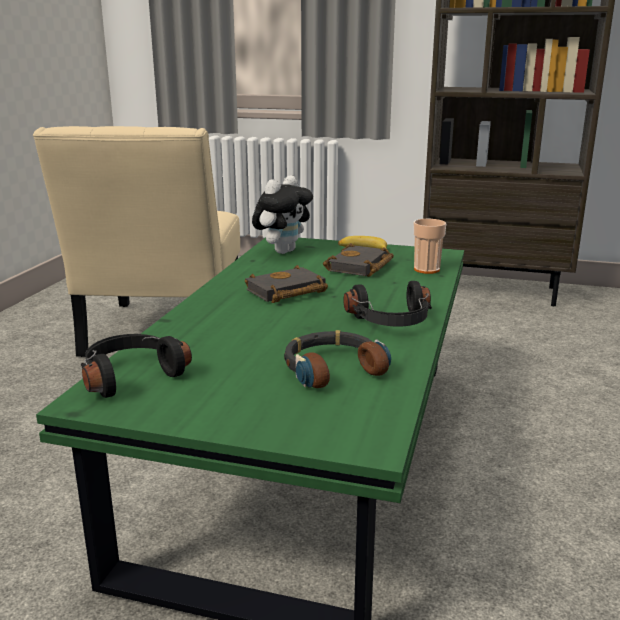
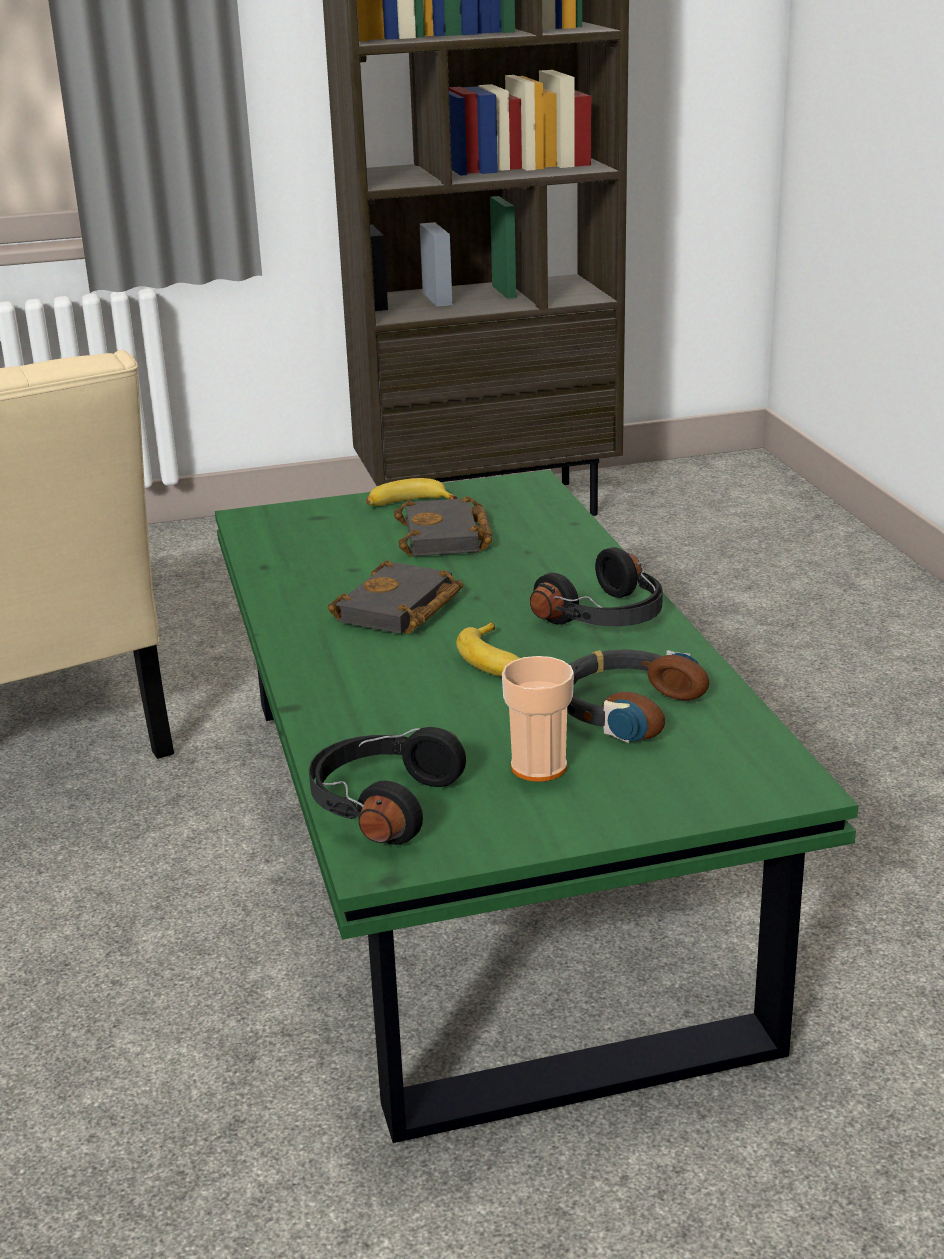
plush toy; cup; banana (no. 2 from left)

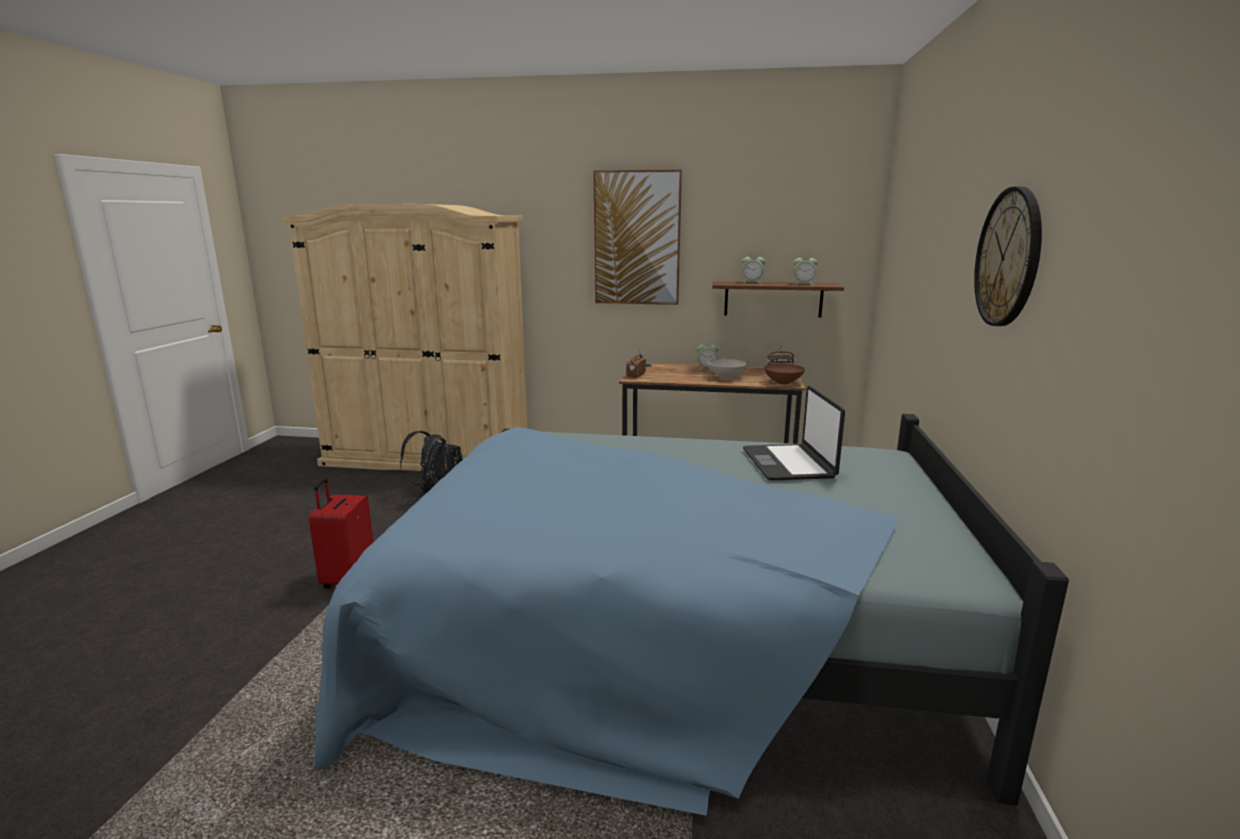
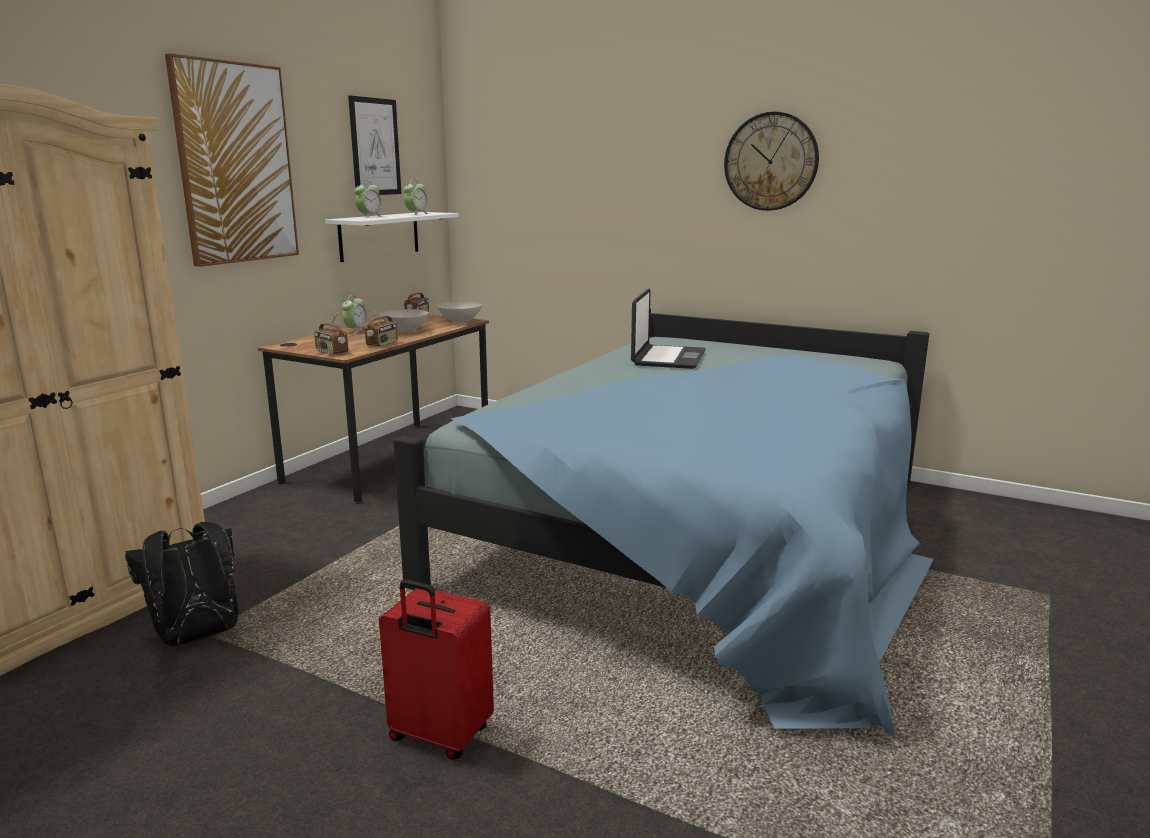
whitish bracket shelf; whitish serving bowl (no. 2 from left); portable computer; wall picture (no. 2 from left); radio (no. 2 from left)

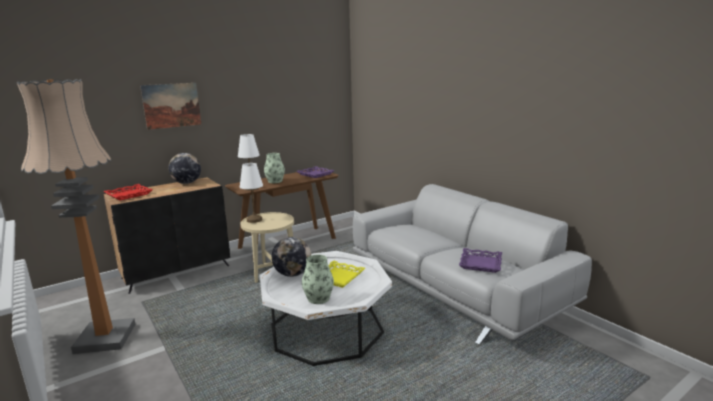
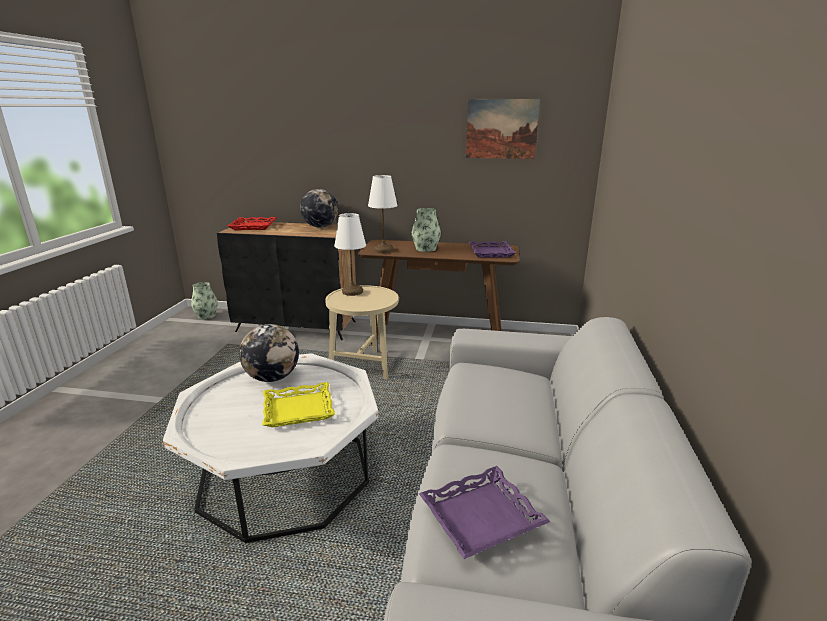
standing lamp; wall picture; flower vase (no. 1 from left)

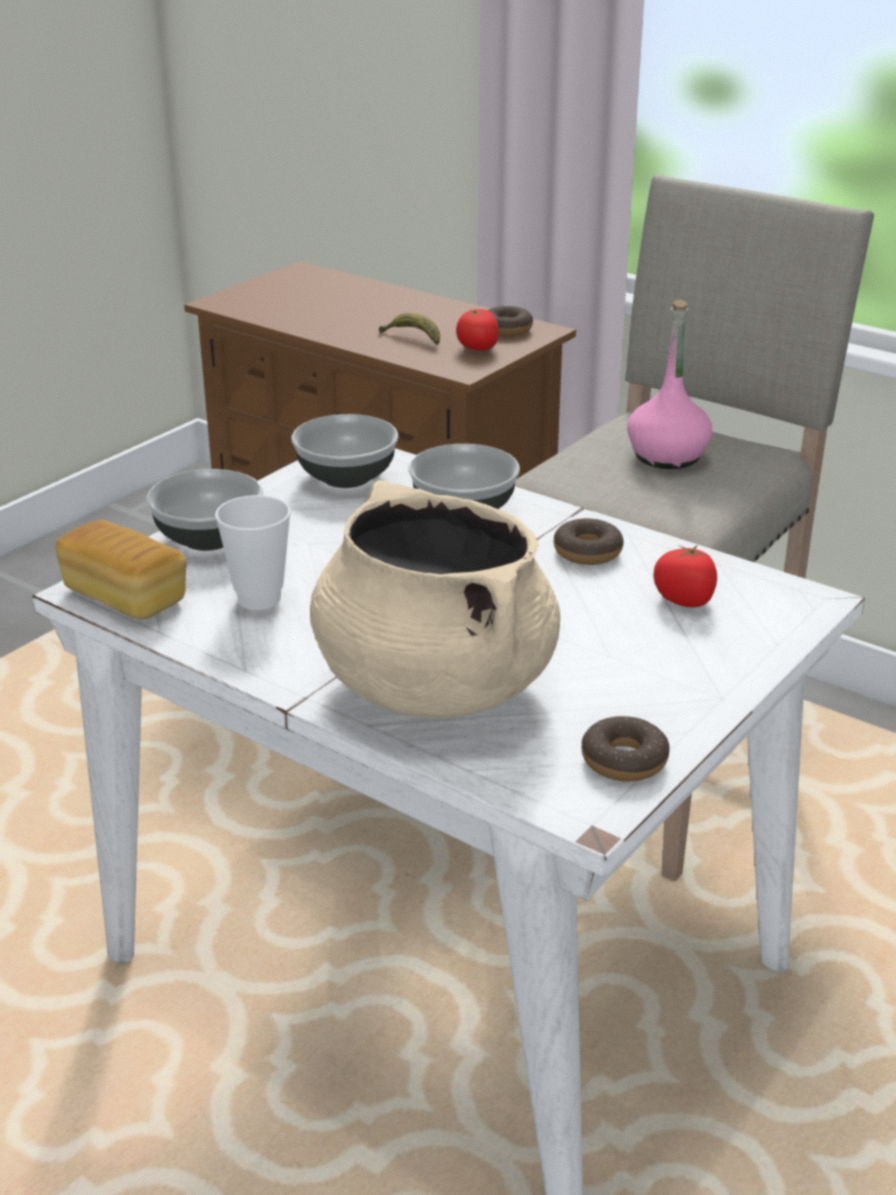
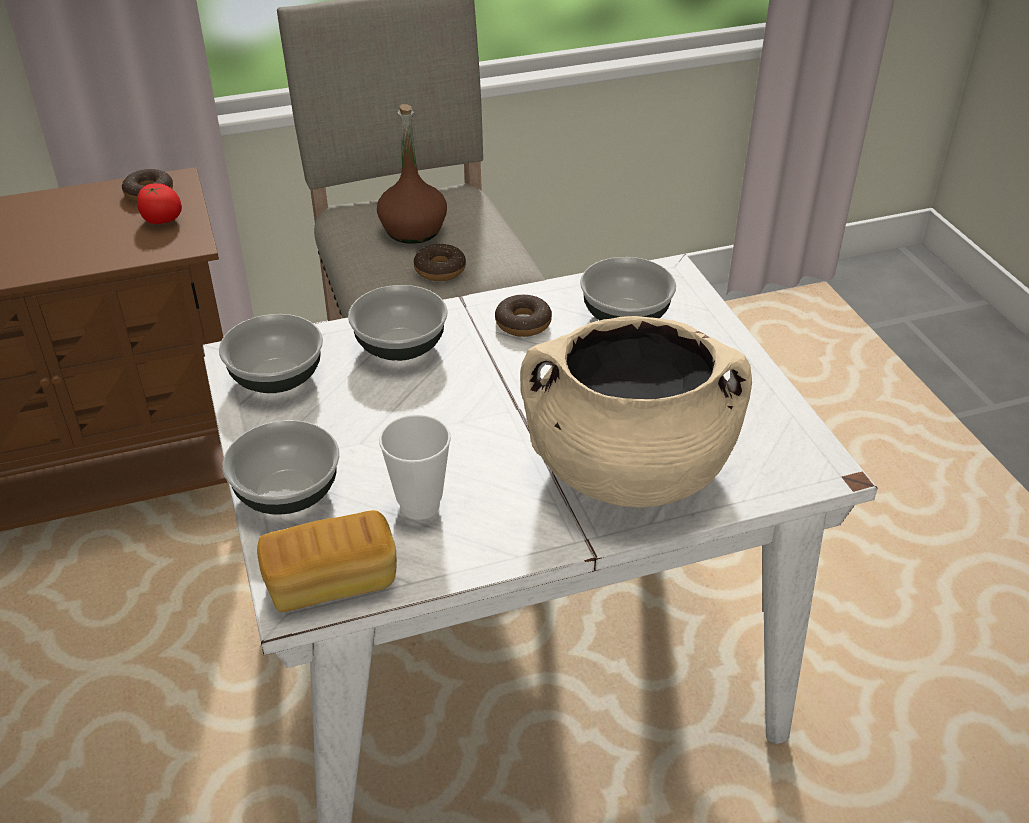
brown bottle; banana; serving bowl (no. 4 from left); doughnut (no. 2 from left)

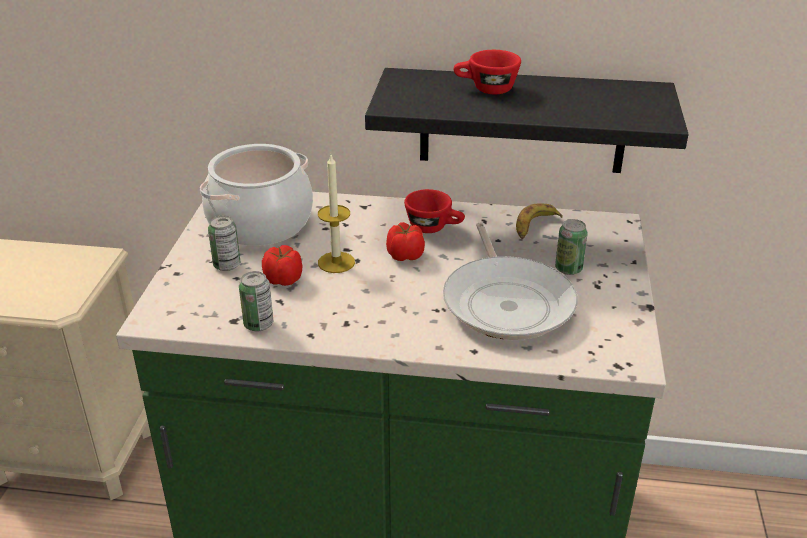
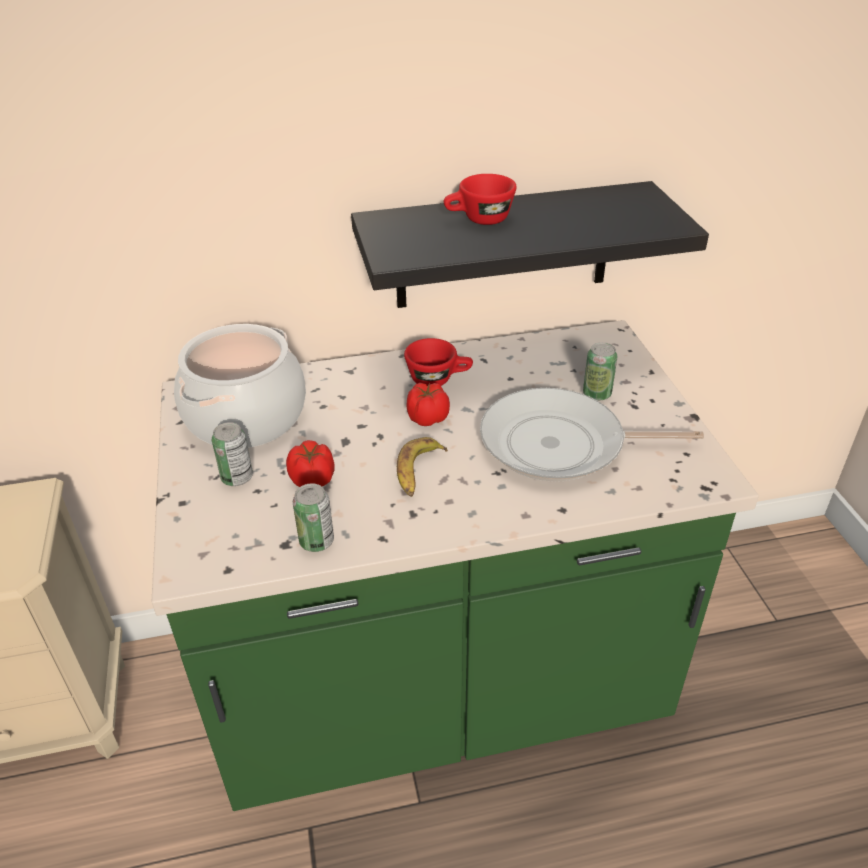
wax candle; banana; frying pan

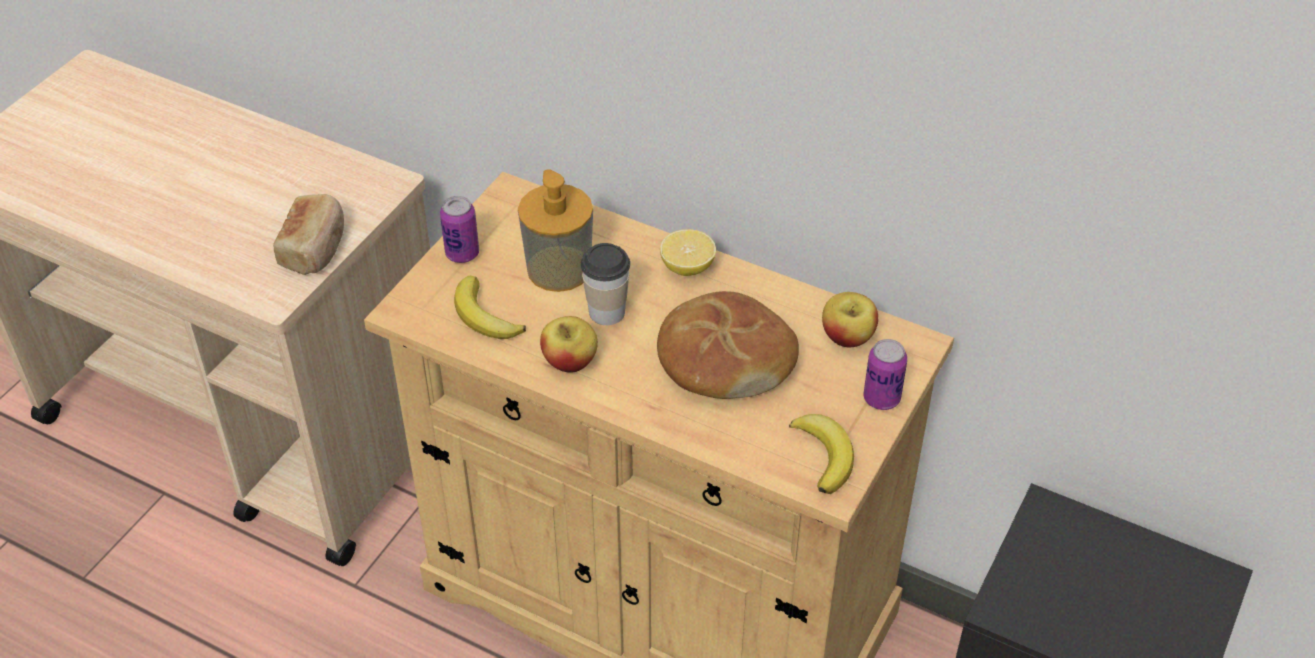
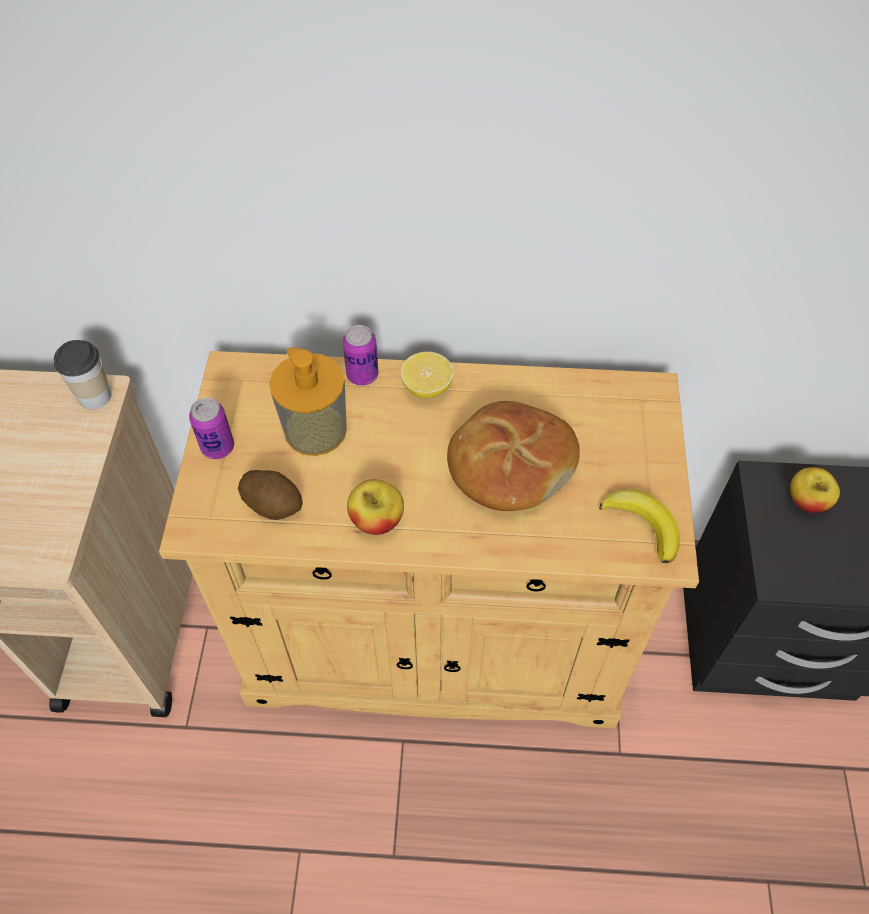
bread (no. 1 from left in the first image); cup; potato; apple fruit (no. 2 from left); metal can (no. 2 from left)

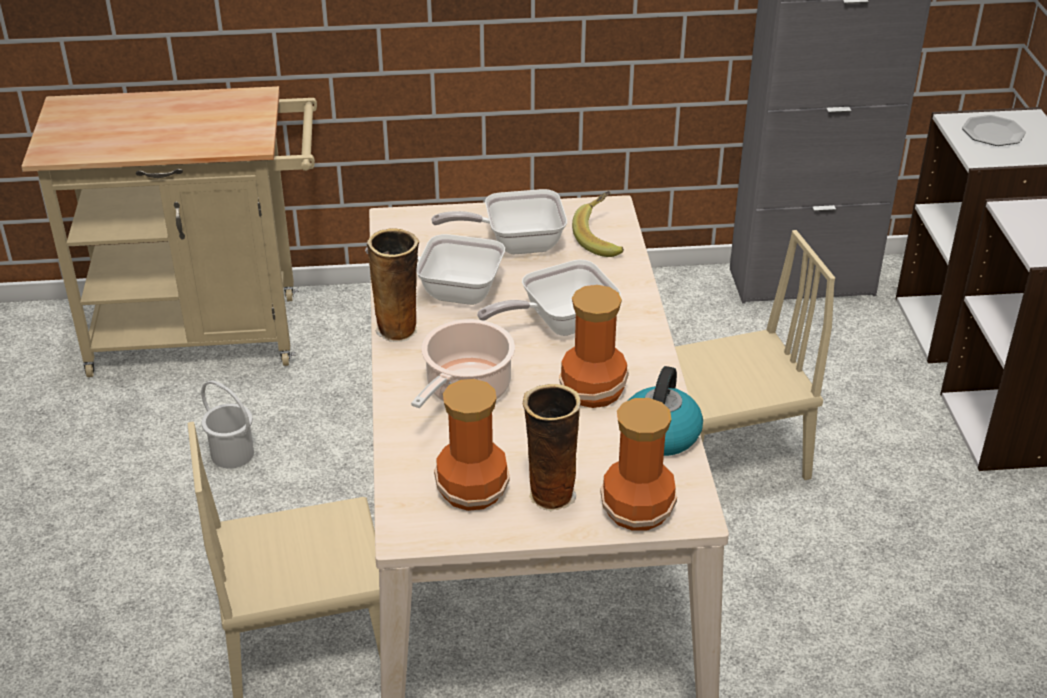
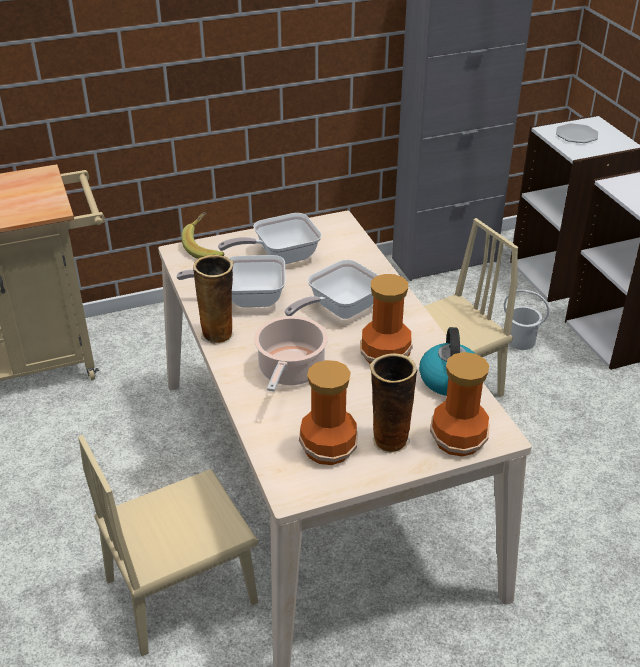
banana; whitish water bucket

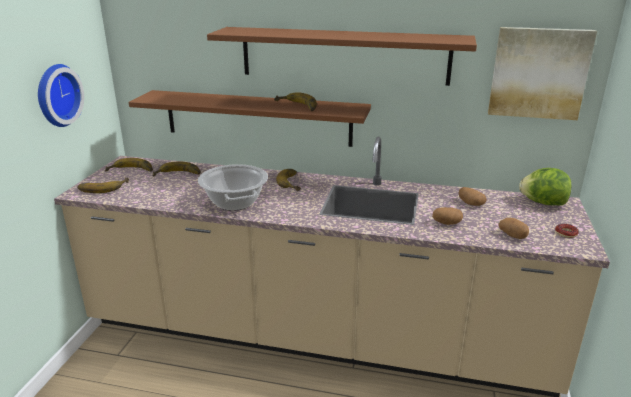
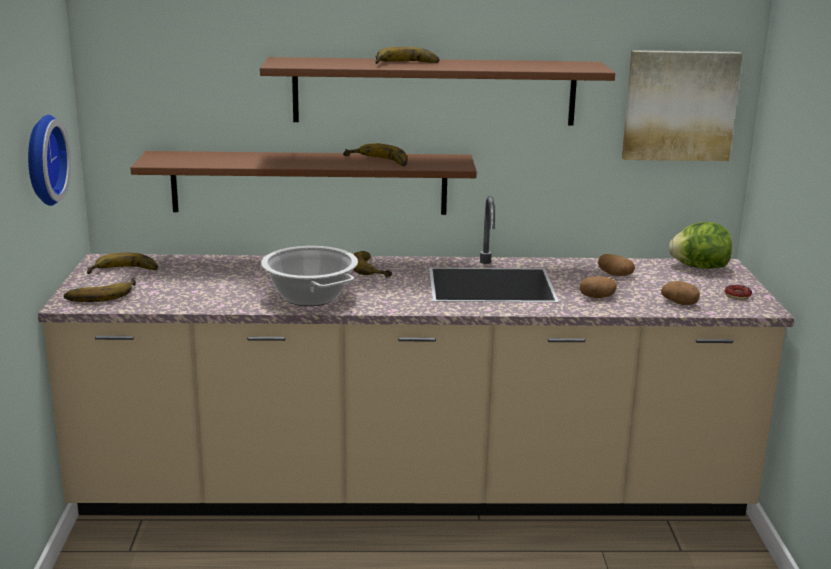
banana (no. 5 from left)

